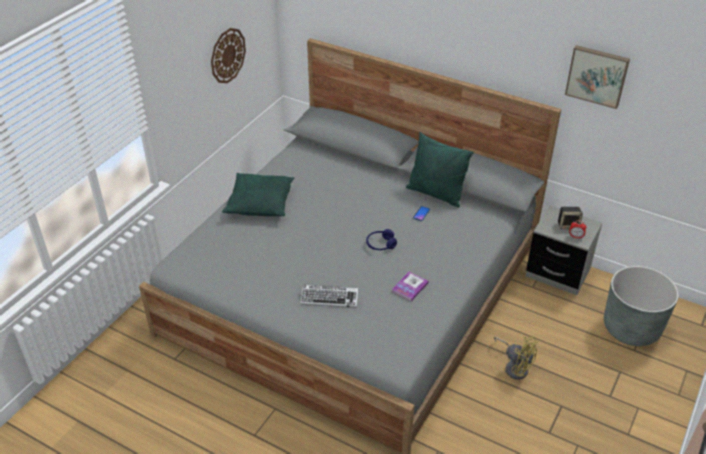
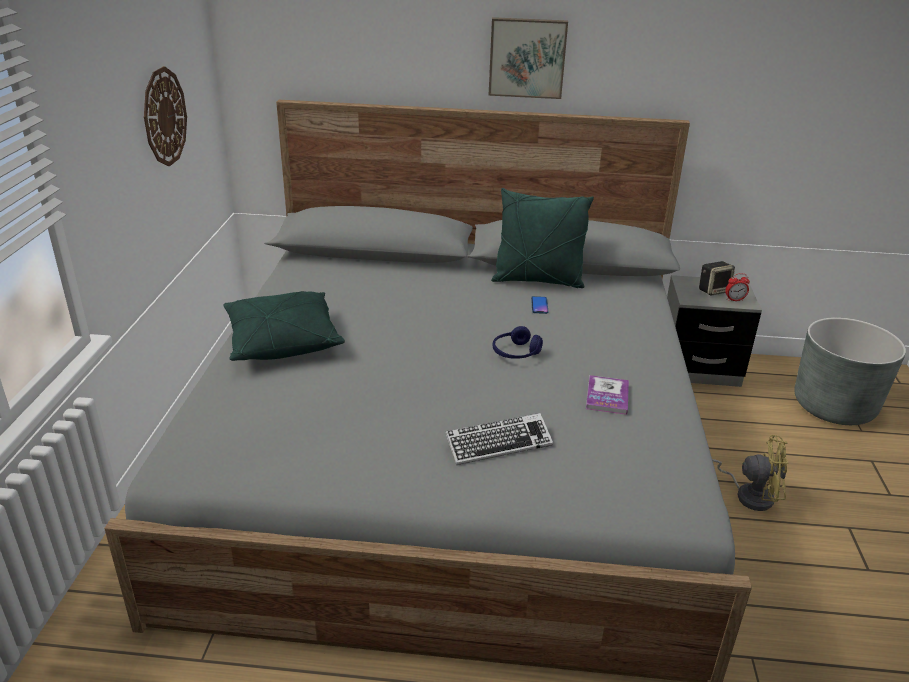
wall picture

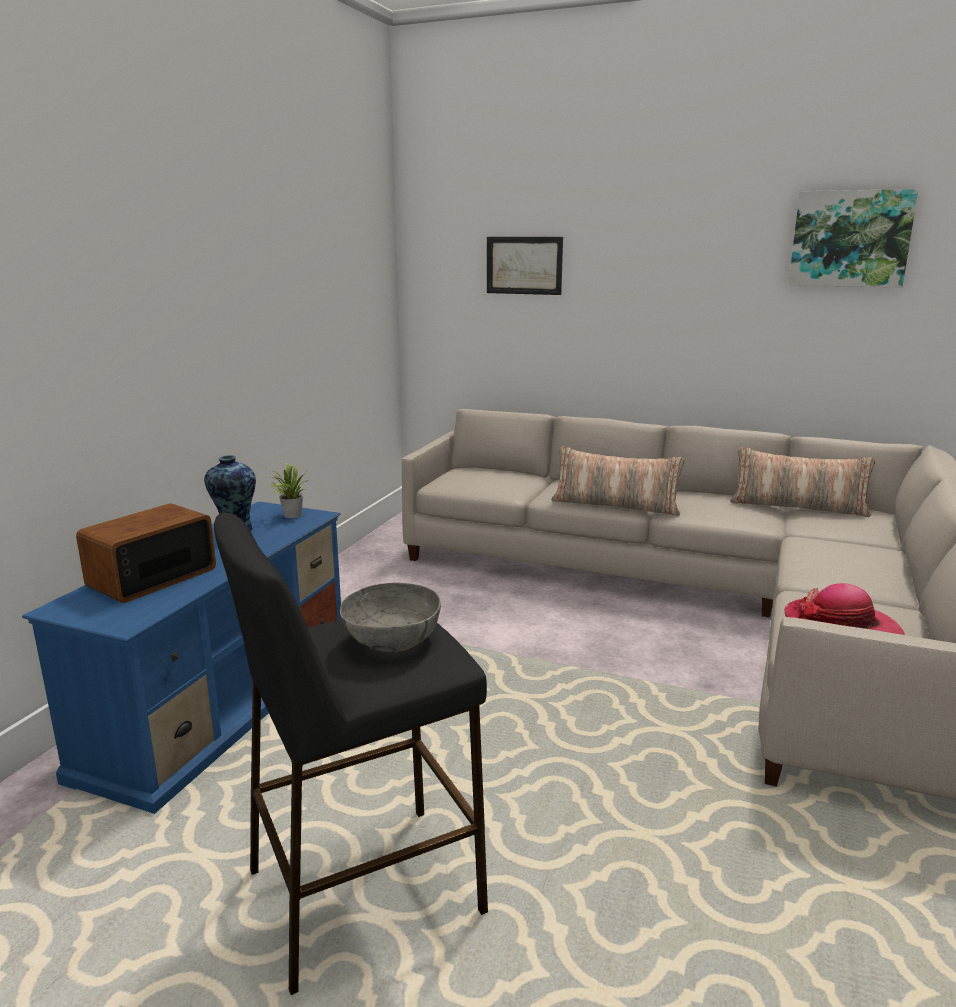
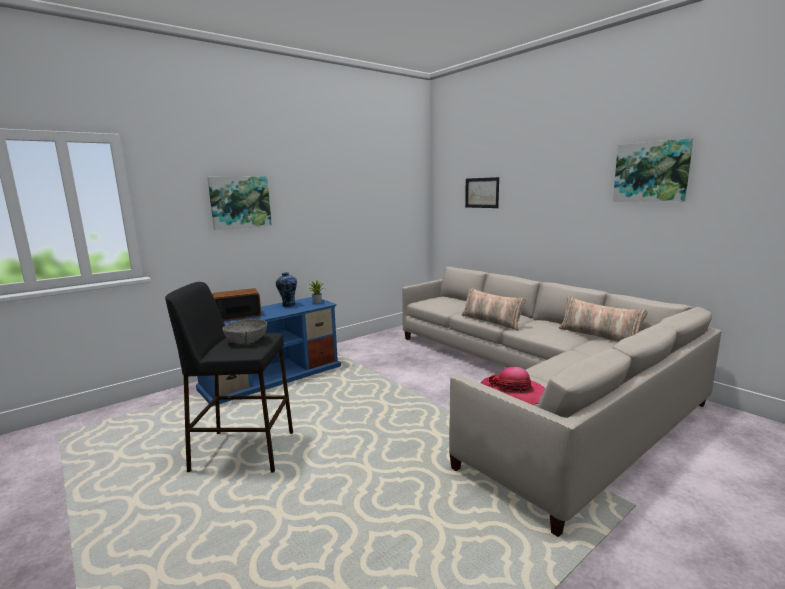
wall picture (no. 1 from left)

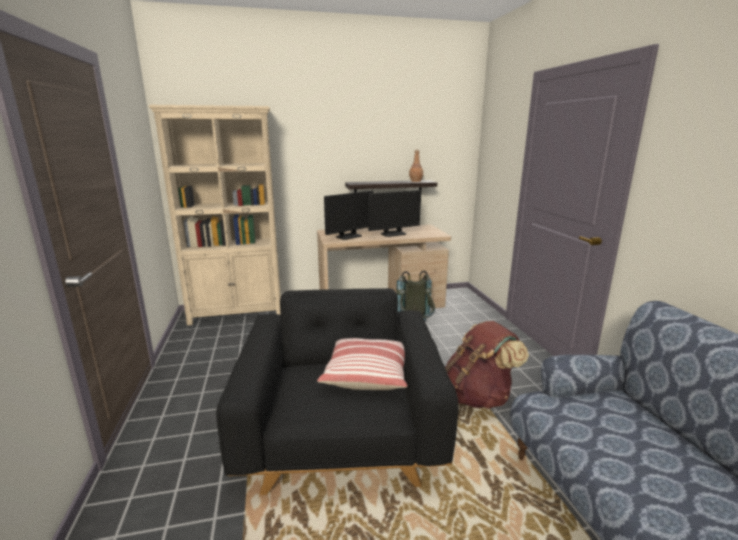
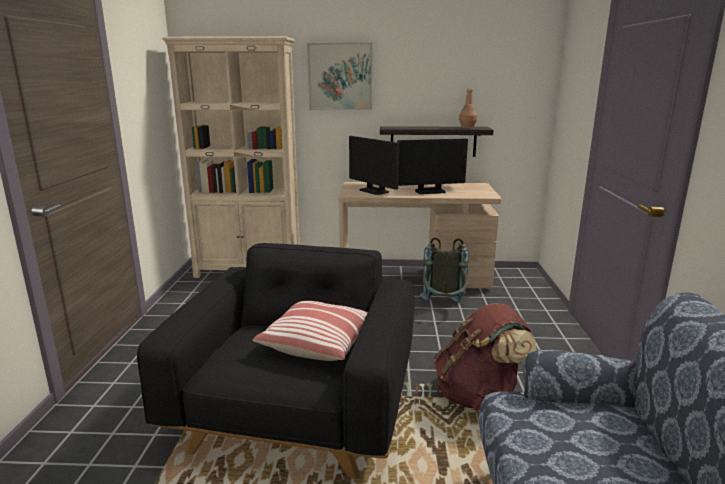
computer screen (no. 1 from left); wall picture

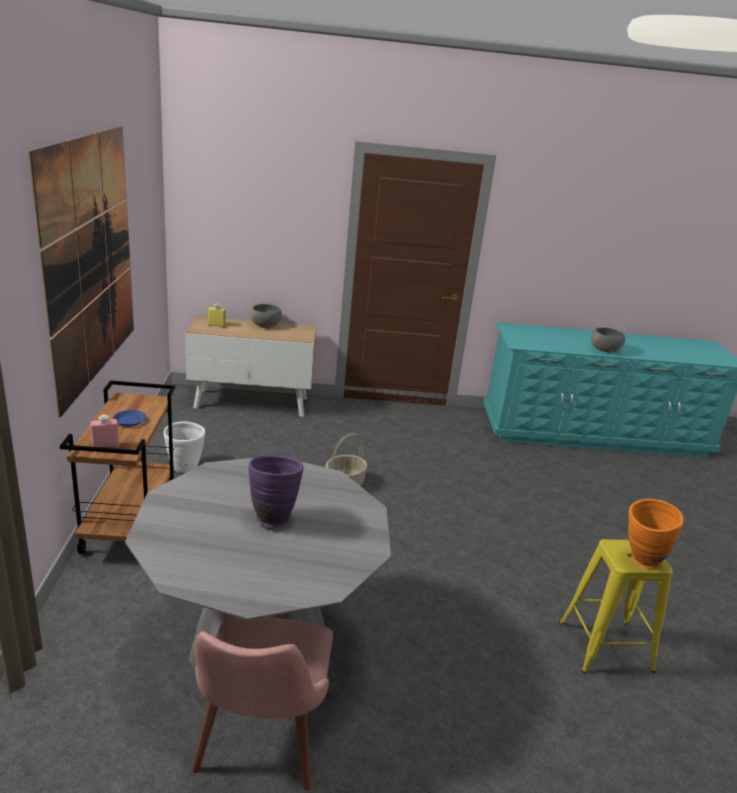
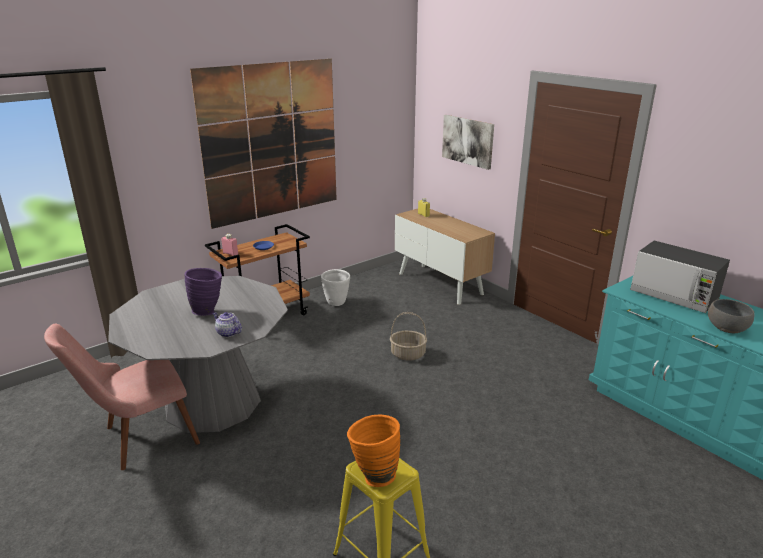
gray serving bowl (no. 1 from left in the first image); wall picture (no. 2 from left); kitchen microwave; pot for tea

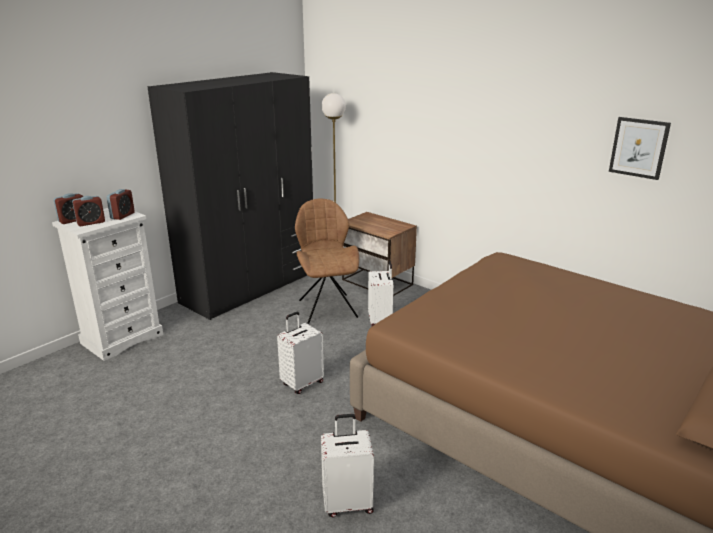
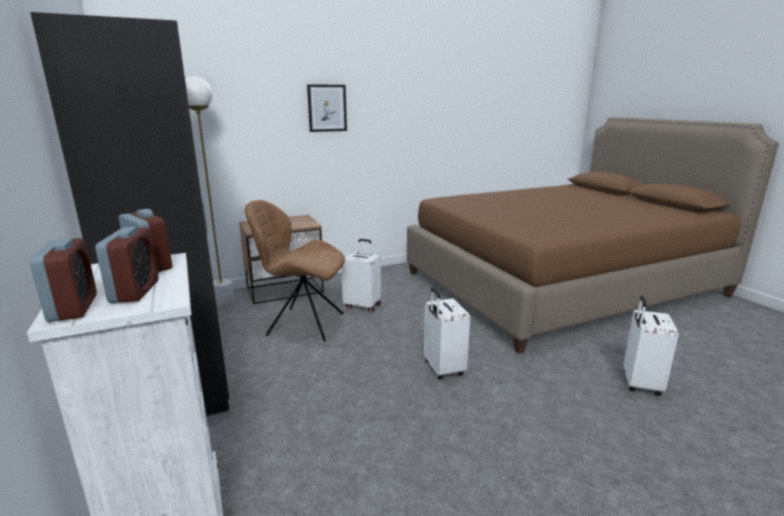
wall picture

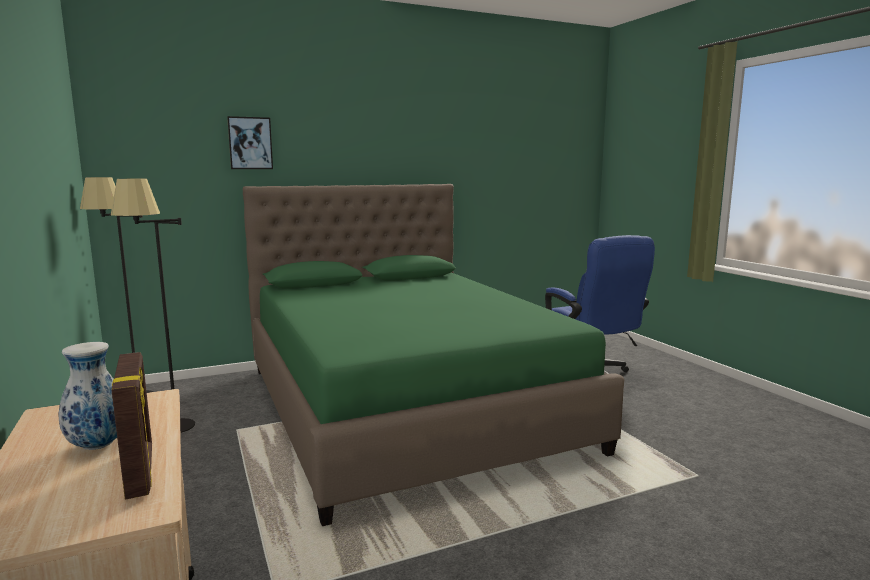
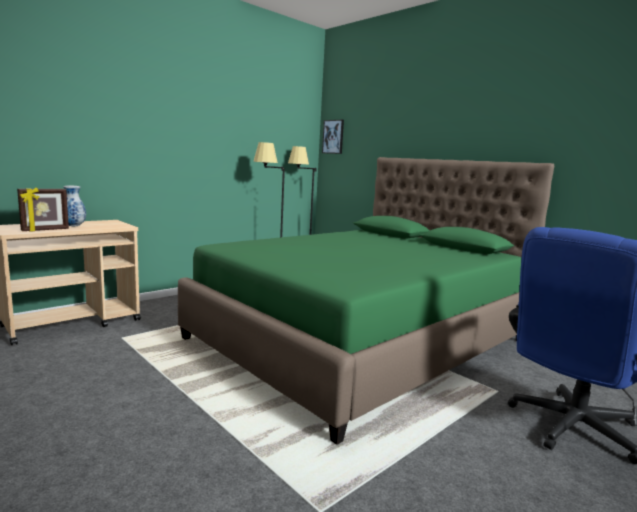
wall picture

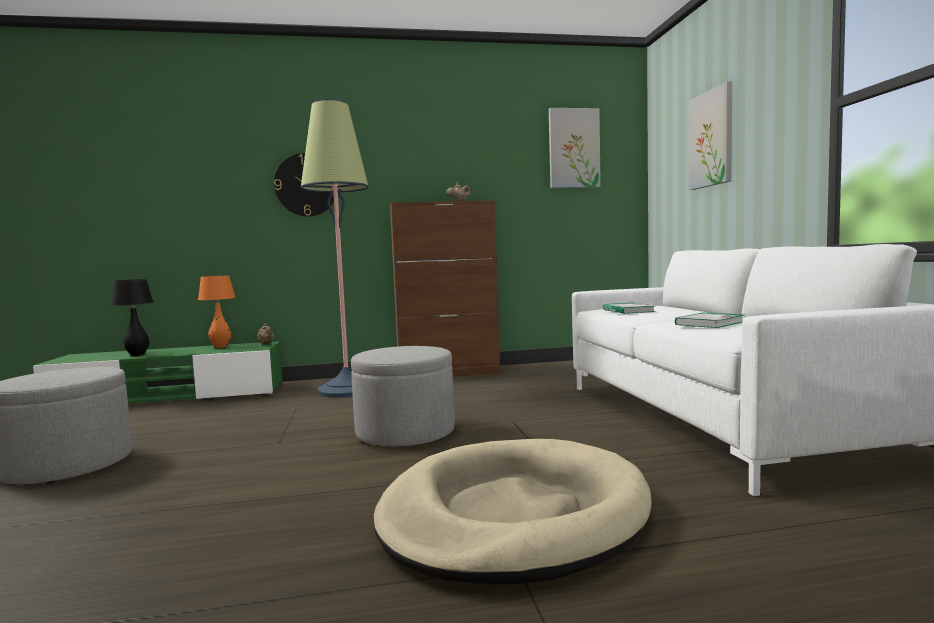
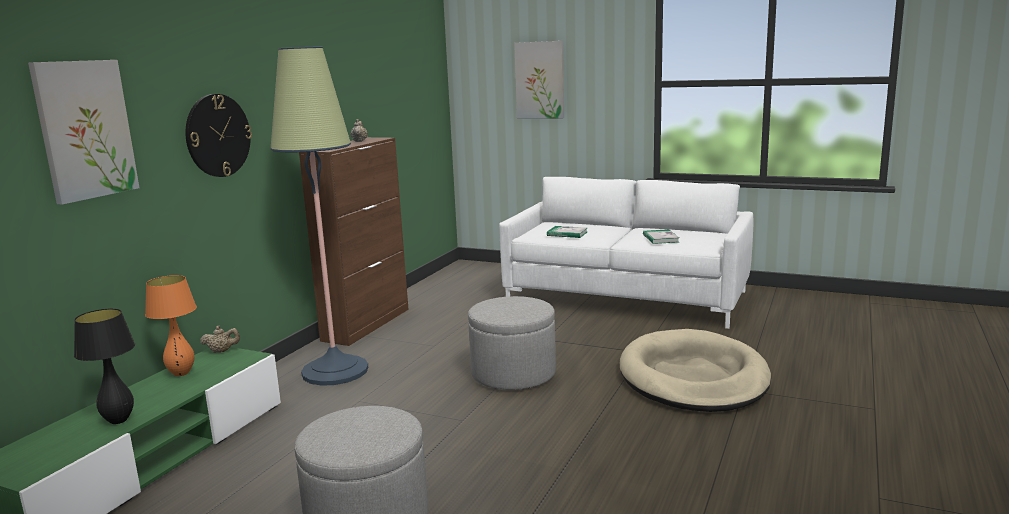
wall picture (no. 1 from left)

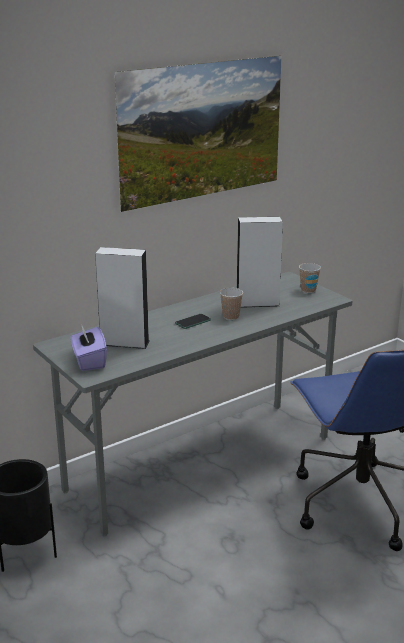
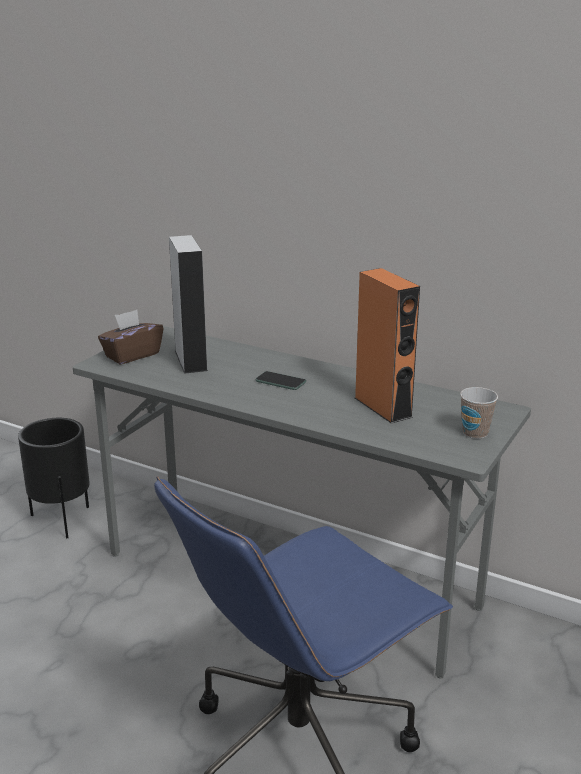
wall picture; orangey audio speaker; cup (no. 1 from left in the first image); brown tissue holder

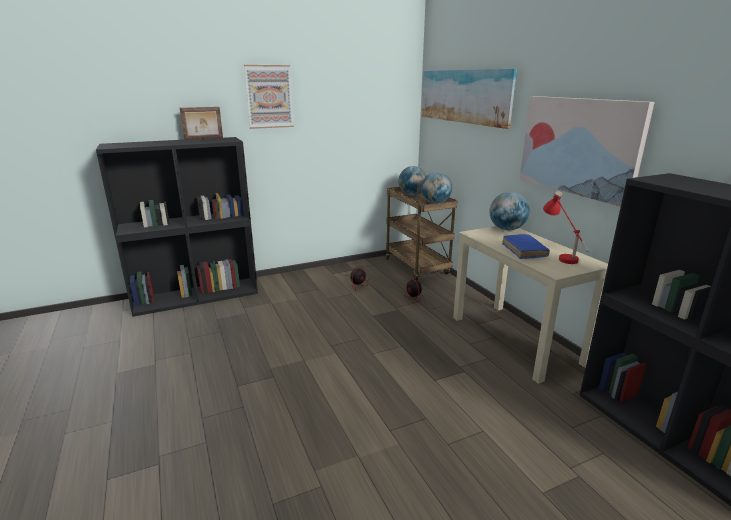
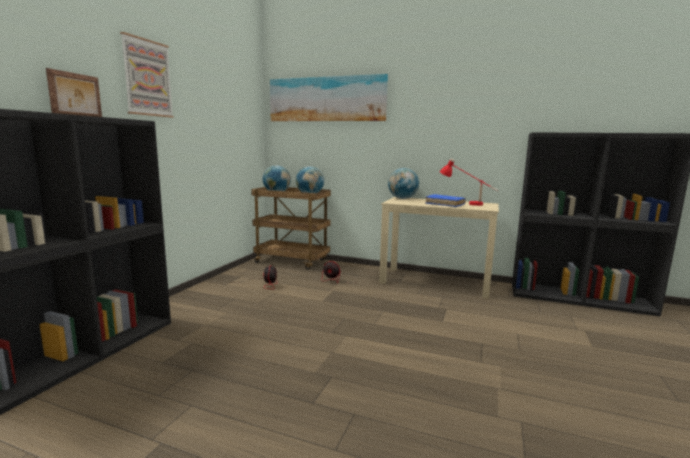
wall picture (no. 3 from left in the first image)

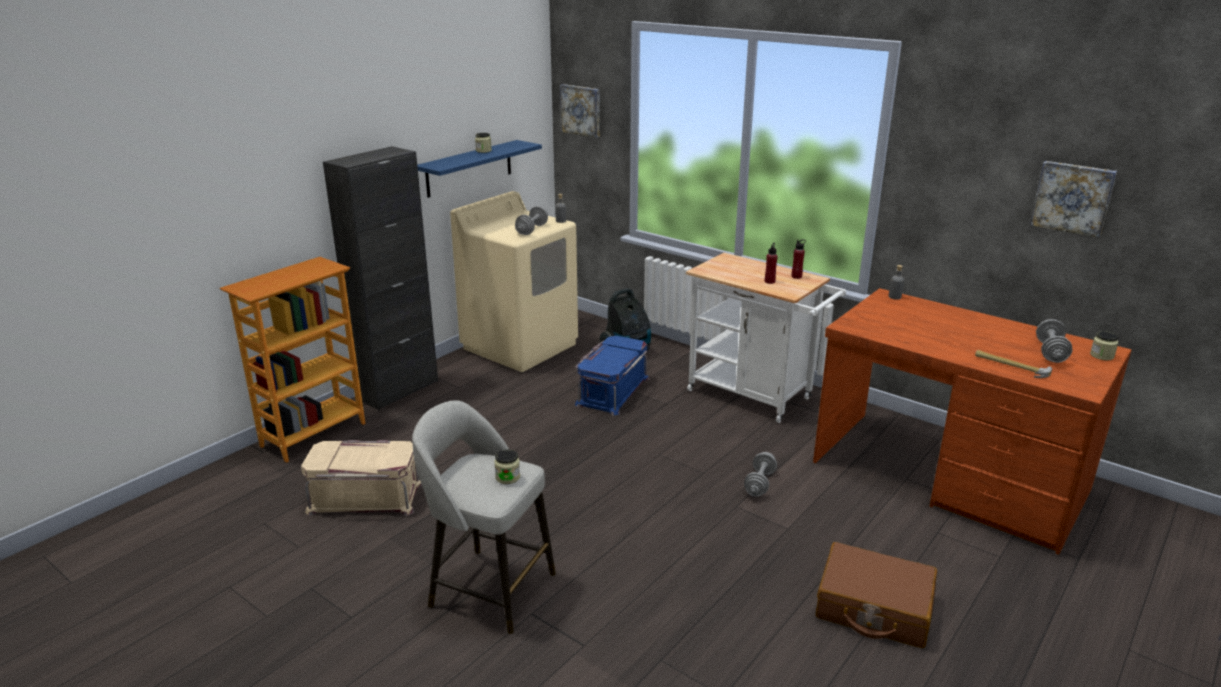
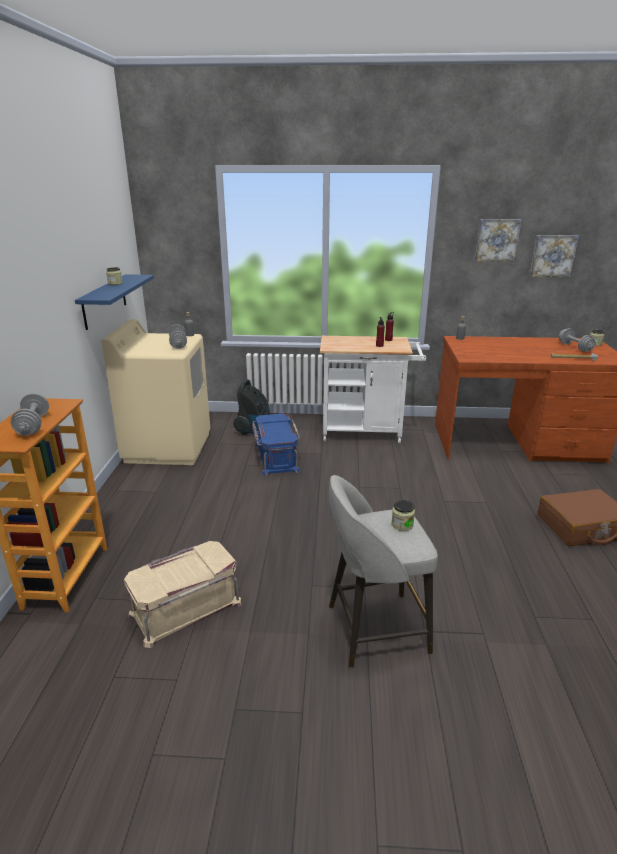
wall picture (no. 1 from left); black storage cabinet; gray hand weight (no. 1 from left)

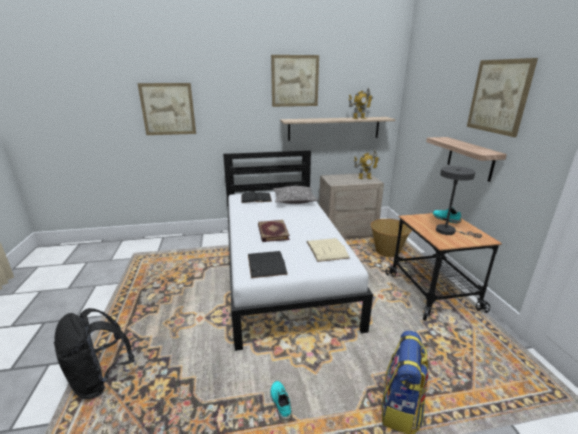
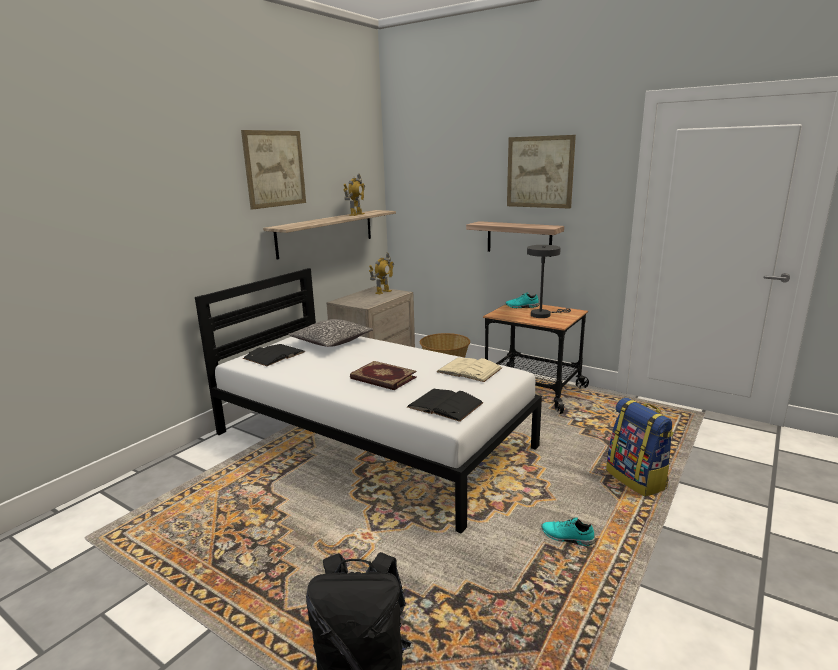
wall picture (no. 1 from left in the first image)

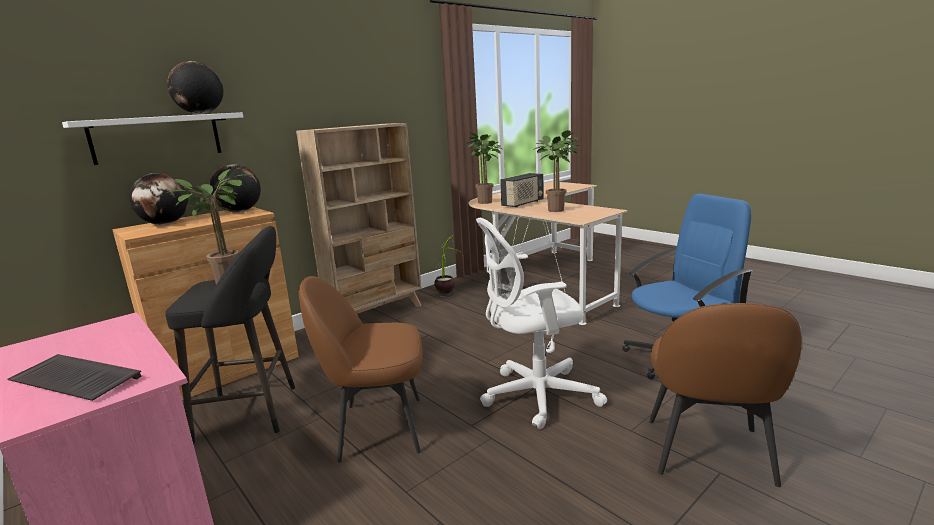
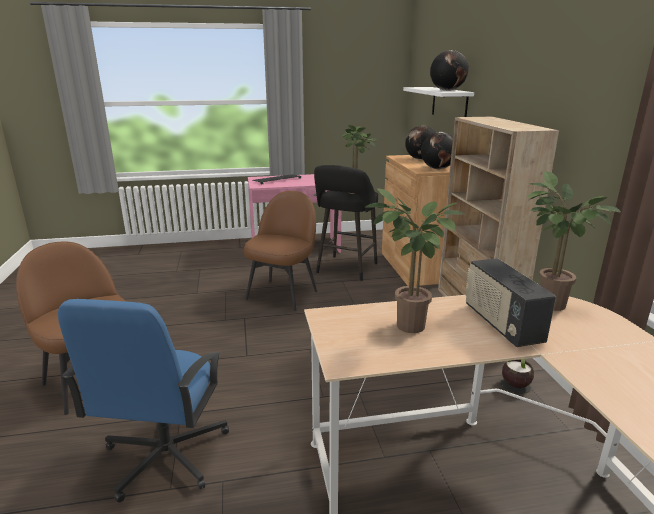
whitish desk chair

